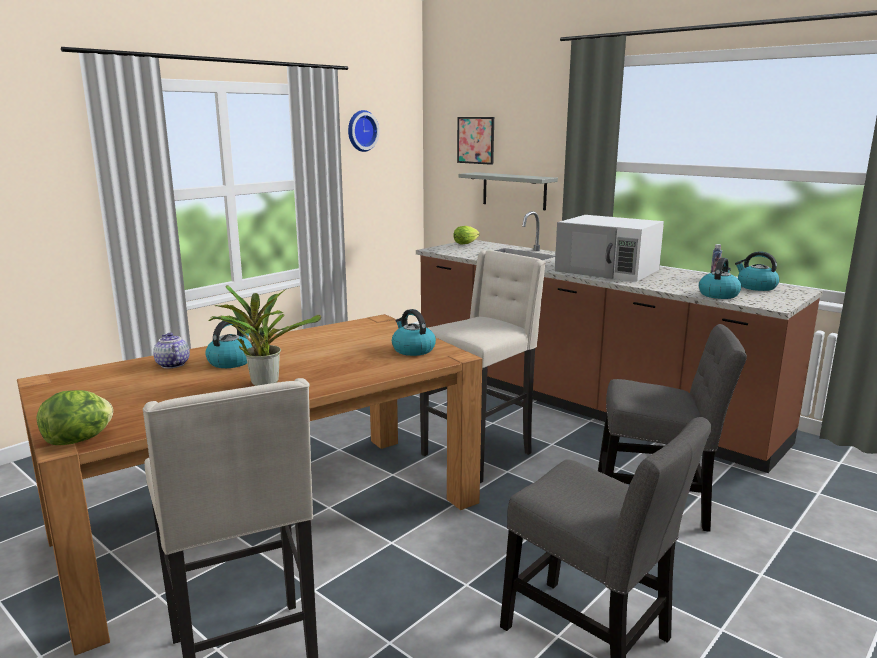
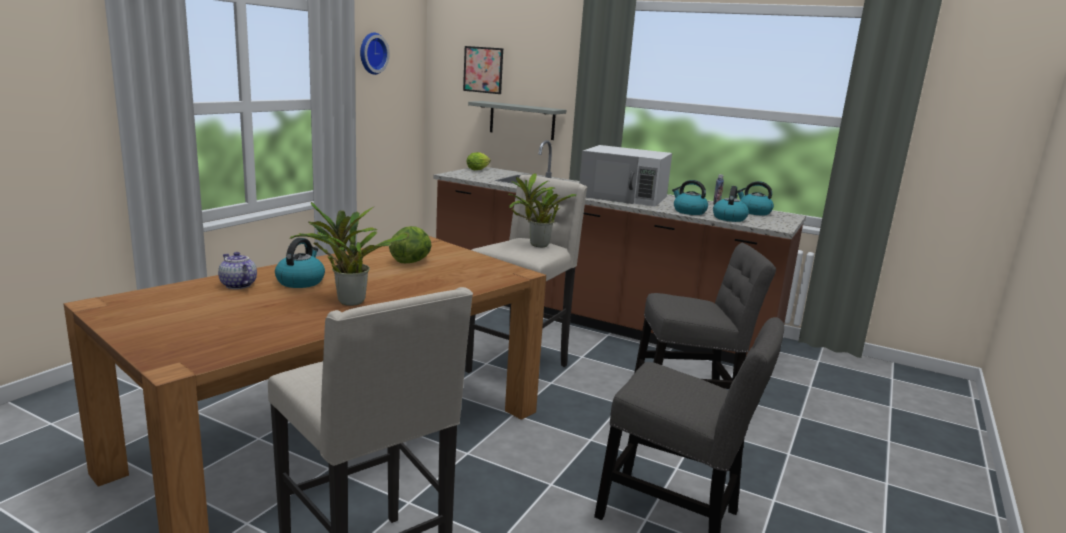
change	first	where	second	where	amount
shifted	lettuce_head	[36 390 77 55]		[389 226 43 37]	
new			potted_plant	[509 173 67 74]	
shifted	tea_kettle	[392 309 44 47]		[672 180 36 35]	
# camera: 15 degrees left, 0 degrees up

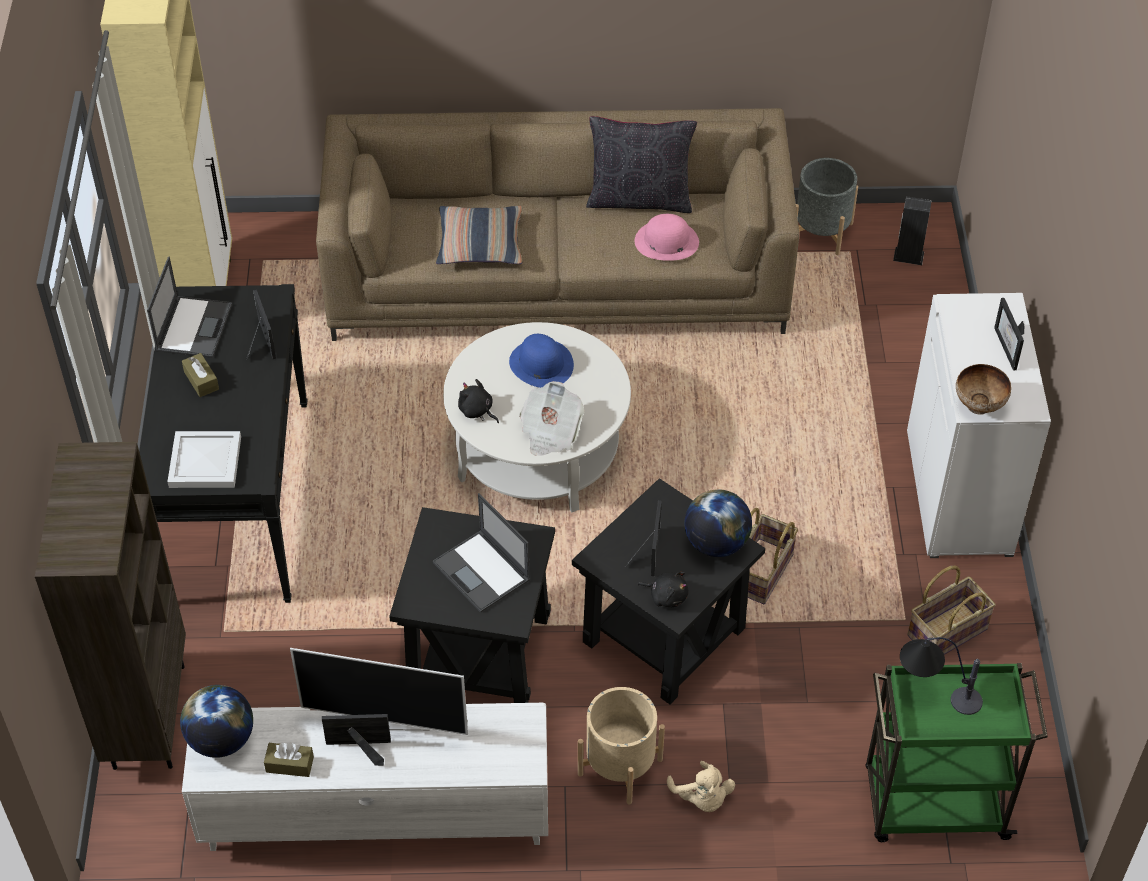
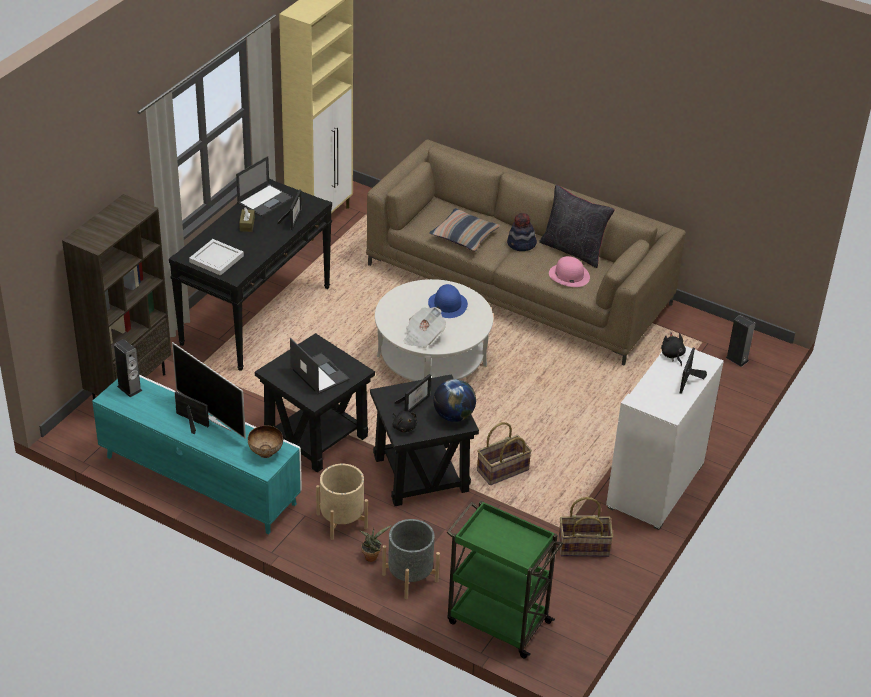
change	first	where	second	where	amount
repainted	white-coloured_media_console	[182 703 366 148]	turquoise-coloured_media_console	[92 375 210 160]	
swapped	desk_globe	[180 685 73 73]	audio_speaker	[114 339 28 58]	
shifted	serving_bowl	[956 364 55 51]		[248 425 35 33]	
rotated	laptop	[433 493 97 120]		[290 338 59 57]	150 degrees clockwise
swapped	beige-coloured_soft_toy	[667 761 68 51]	potted_plant	[359 525 33 37]	
shifted	gray_plant_pot	[796 158 62 97]		[382 519 58 80]	
new			wearable_hat	[507 213 30 38]	
shifted	blackish_soft_toy	[458 379 41 44]		[661 333 25 33]	
gone	brownish_tissue_holder	[264 743 50 34]			
gone	table_lamp	[900 637 83 78]			
# camera: 30 degrees right, 10 degrees down

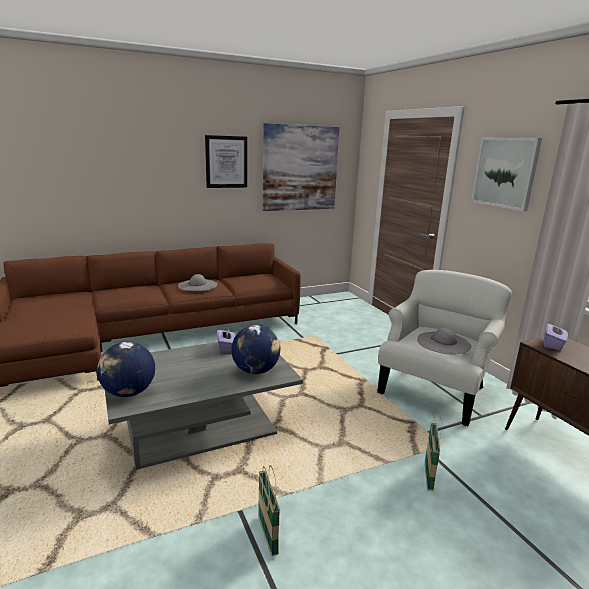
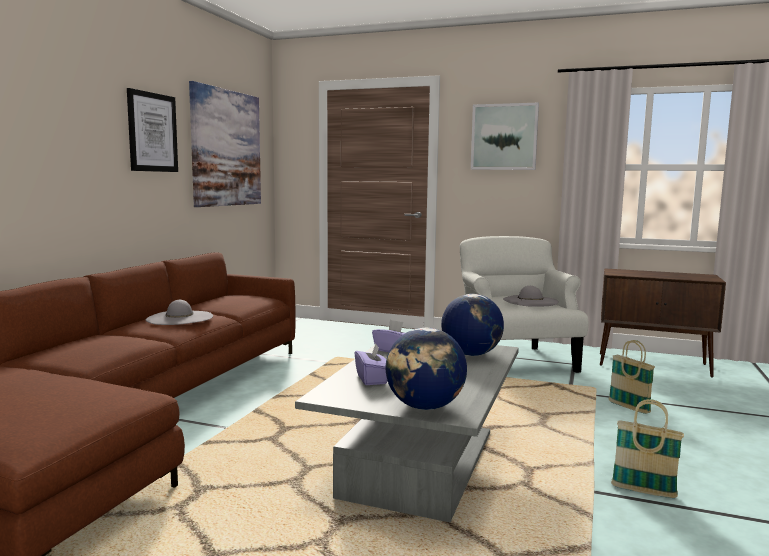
change	first	where	second	where	amount
shifted	purple_tissue_holder	[544 323 24 28]		[355 344 32 41]	
# camera: 45 degrees left, 10 degrees down

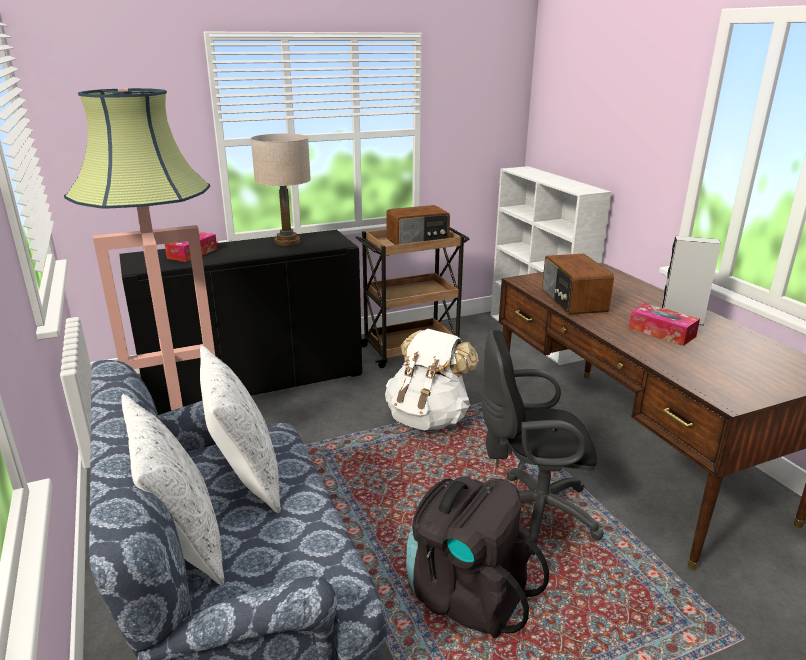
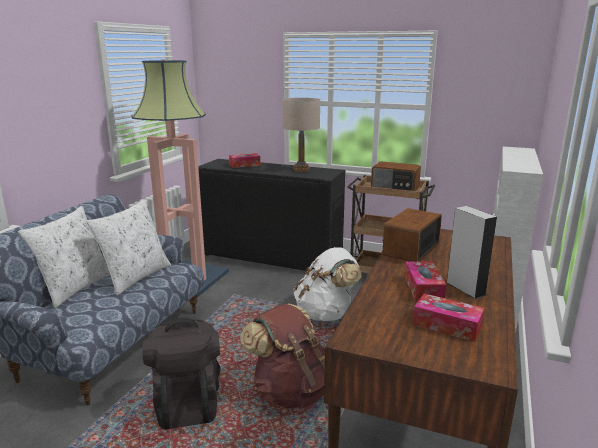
change	first	where	second	where	amount
swapped	blackish_office_chair	[482 330 122 225]	brownish_backpack	[240 304 85 104]	
new			tissue_holder	[413 293 72 49]	
# camera: 45 degrees right, 5 degrees down

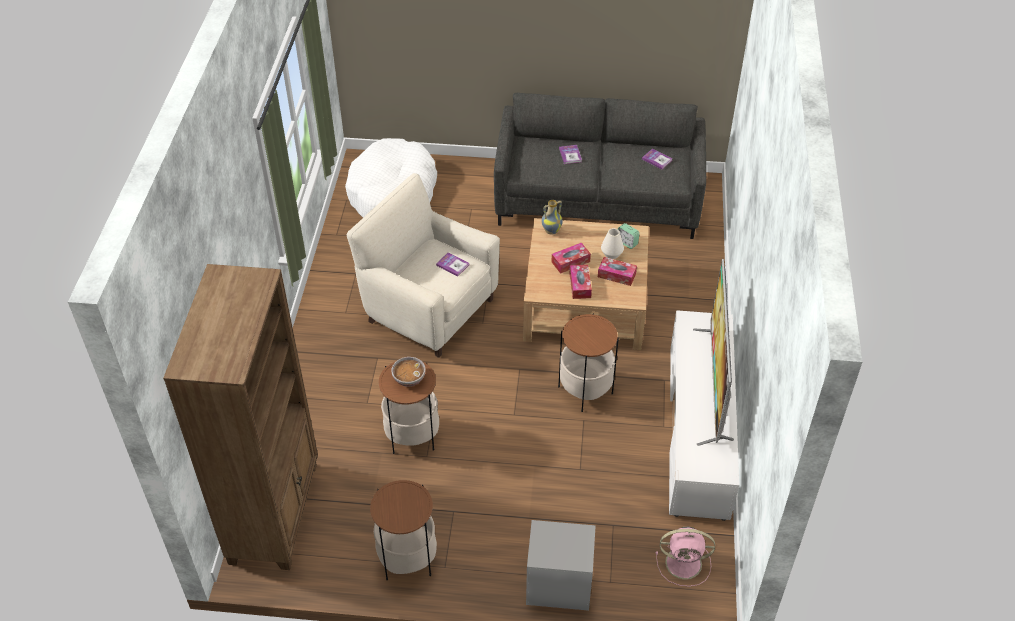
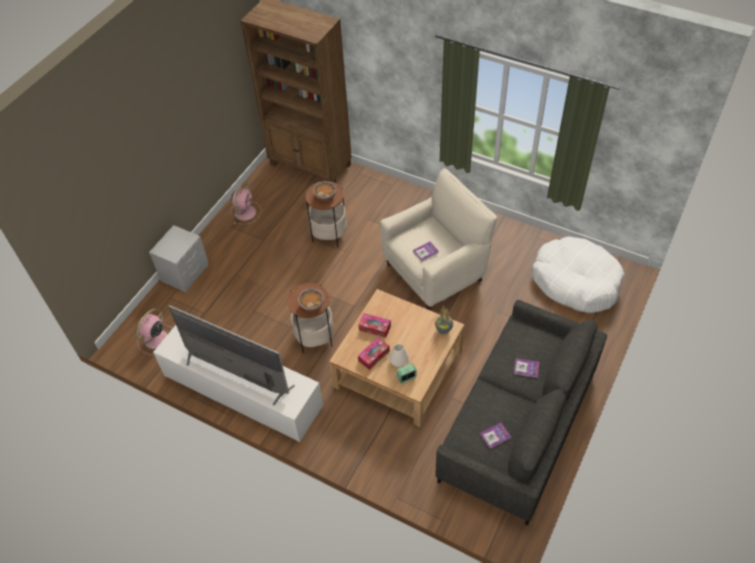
change	first	where	second	where	amount
swapped	side_table	[370 480 67 100]	pinkish_cooling_fan	[231 183 30 41]	
new			serving_bowl	[298 288 26 23]	
gone	tissue_holder	[552 243 39 31]			
# camera: 115 degrees right, 5 degrees up

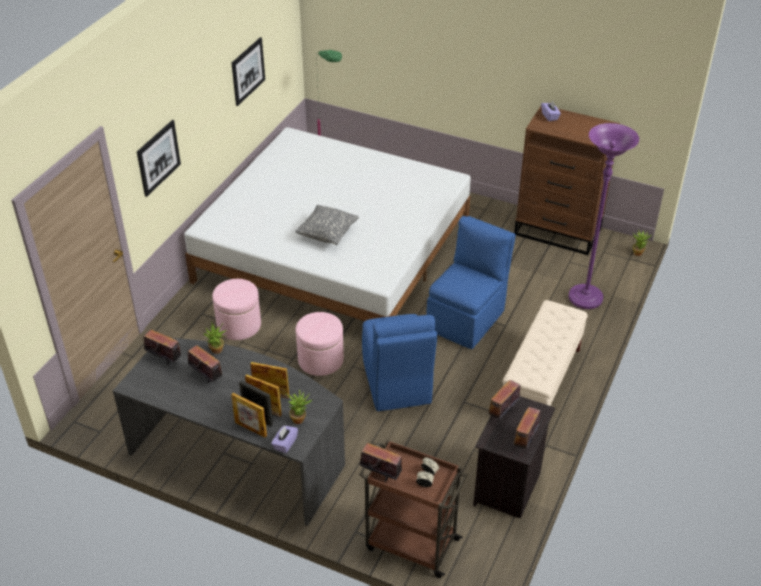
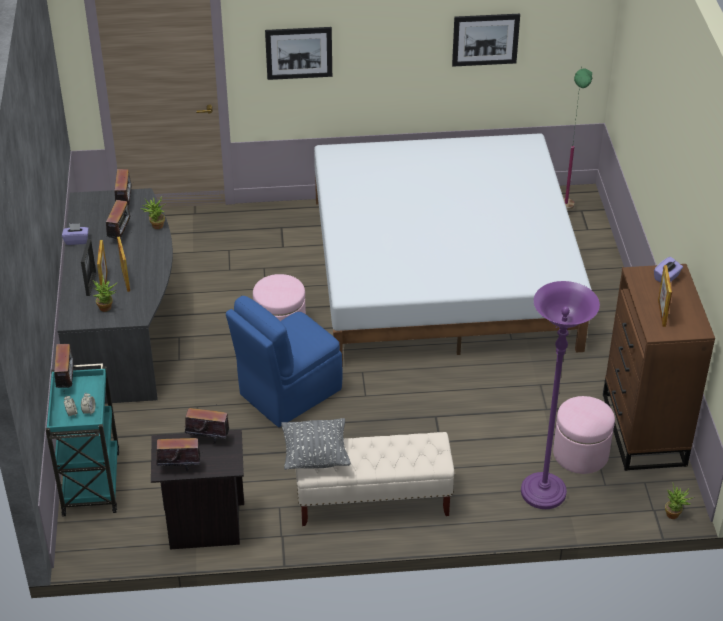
change	first	where	second	where	amount
repainted	brownish_cart	[359 440 109 138]	turquoise-coloured_cart	[46 363 73 153]	
shifted	purple_tissue_holder	[271 425 27 28]		[62 224 27 21]	
shifted	gray_throw_pillow	[295 205 64 40]		[281 418 70 52]	
shifted	pinkish_ottoman	[212 279 49 61]		[553 396 62 78]	
shifted	standing_frame	[231 393 36 45]		[658 265 14 62]	
gone	blue_upright_chair	[426 216 90 133]			
# camera: 60 degrees right, 0 degrees up

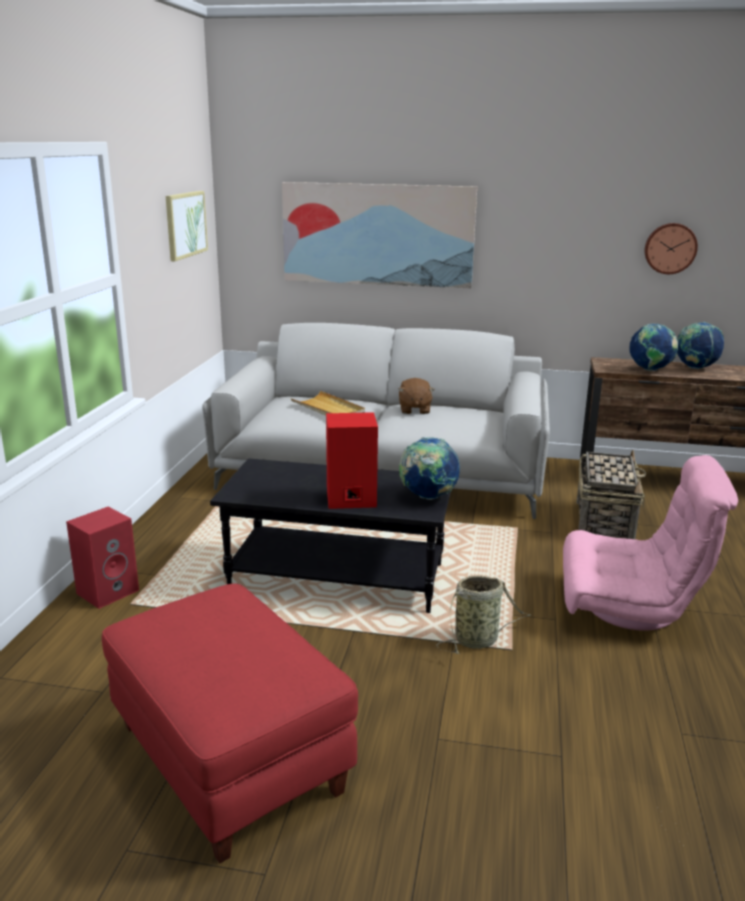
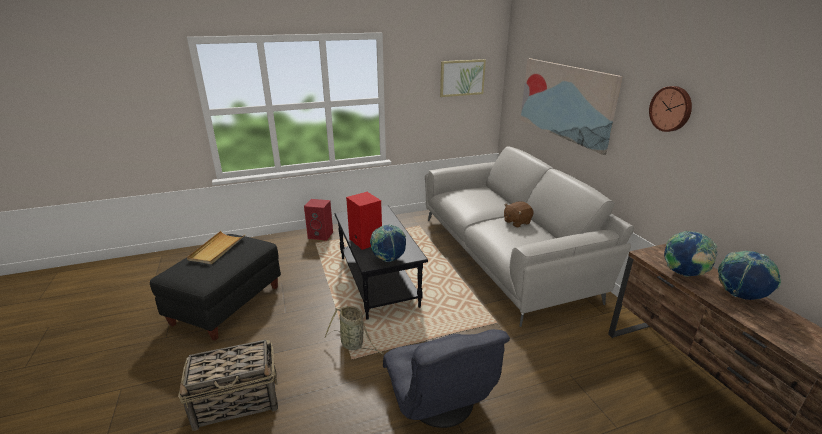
change	first	where	second	where	amount
repainted	red-coloured_ottoman	[102 583 256 281]	blackish_ottoman	[150 234 131 107]	
shifted	storage_basket	[576 450 71 89]		[178 340 100 91]	
shifted	beige-coloured_tray	[291 391 74 25]		[187 231 58 33]	
repainted	pinkish_lounge_chair	[563 455 175 176]	gray_lounge_chair	[383 329 127 99]	
shifted	hanging_clock	[645 223 53 51]		[649 86 43 46]	
# camera: 60 degrees right, 5 degrees up

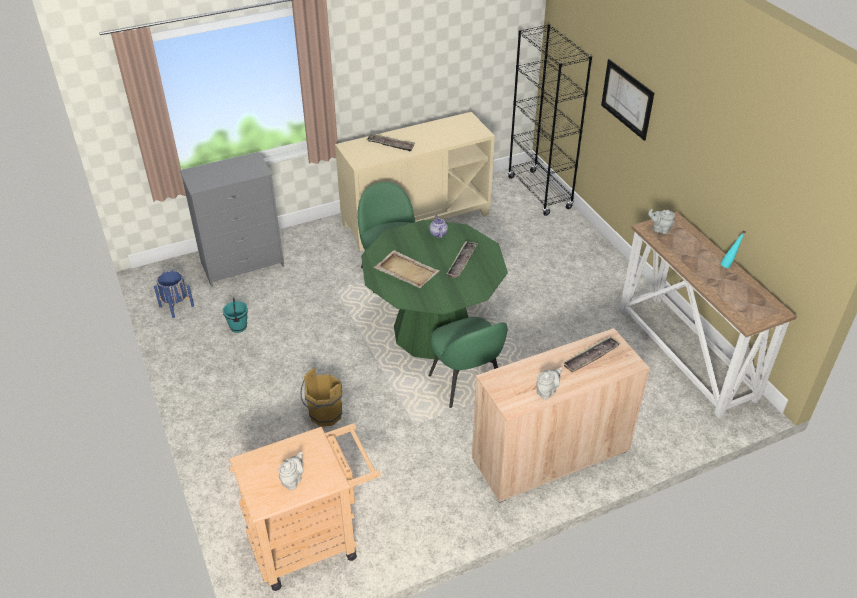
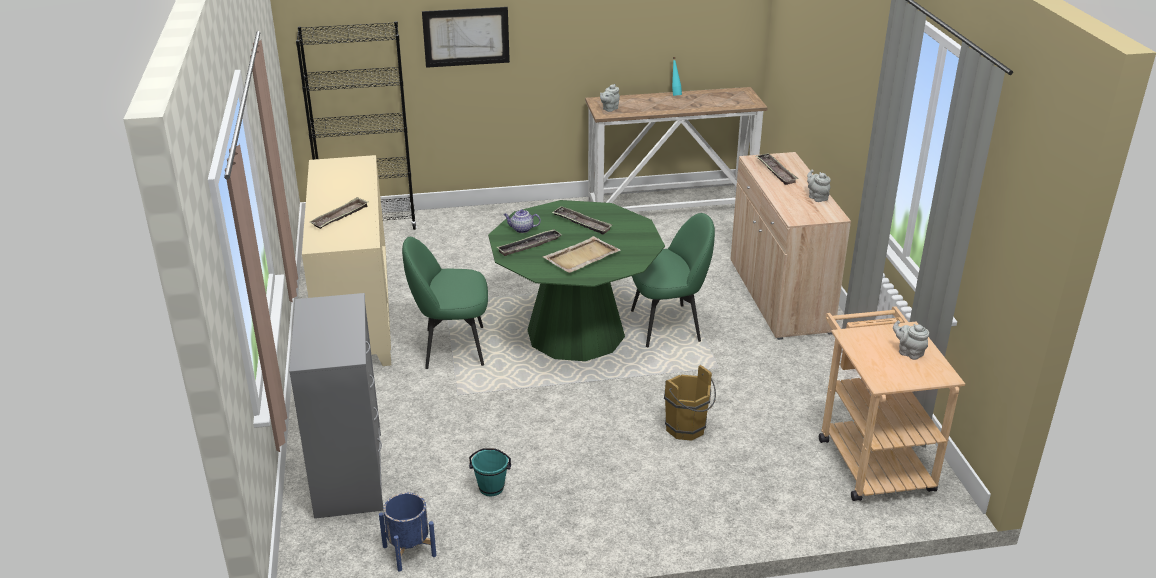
change	first	where	second	where	amount
new			tray	[497 230 65 26]	
# camera: 75 degrees left, 10 degrees down

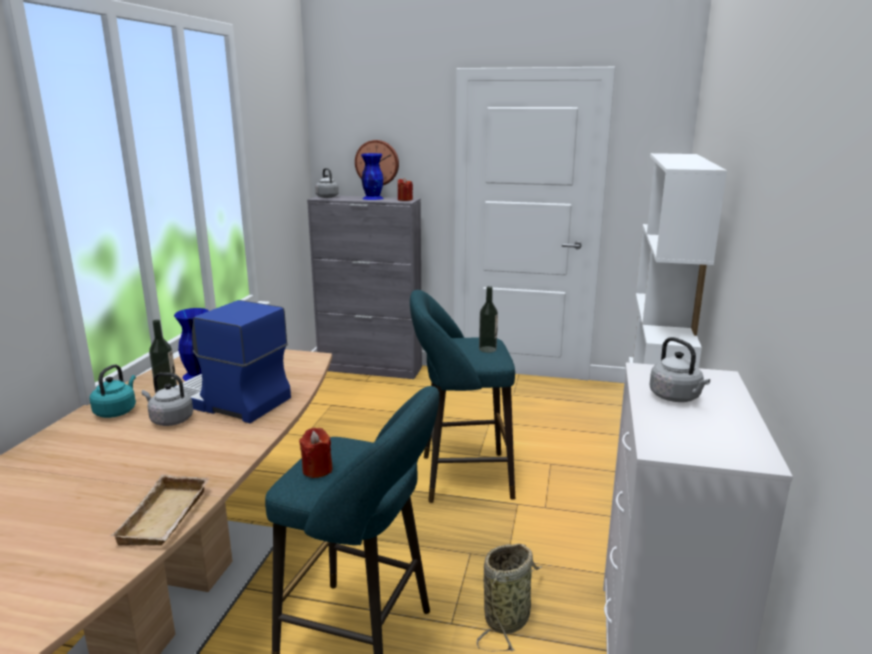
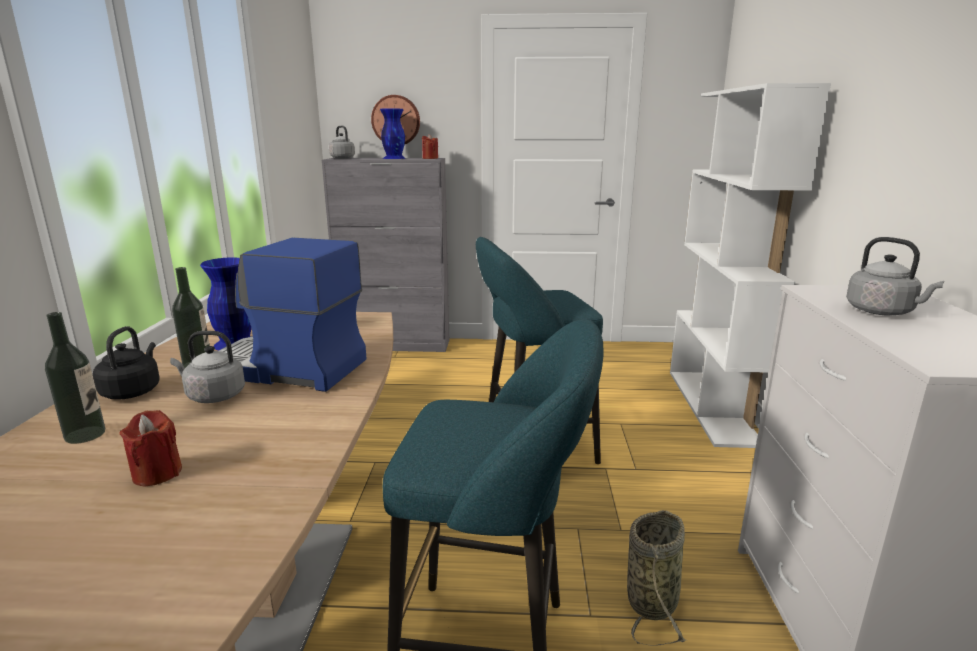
change	first	where	second	where	amount
shifted	drink_bottle	[479 286 19 67]		[45 312 60 132]	
repainted	turquoise-coloured_tea_kettle	[90 364 46 54]	blackish_tea_kettle	[93 326 67 74]	
shifted	red-coloured_wax_candle	[299 428 34 50]		[120 410 62 77]	
gone	beige-coloured_tray	[111 474 98 72]			
# camera: 10 degrees left, 0 degrees up

